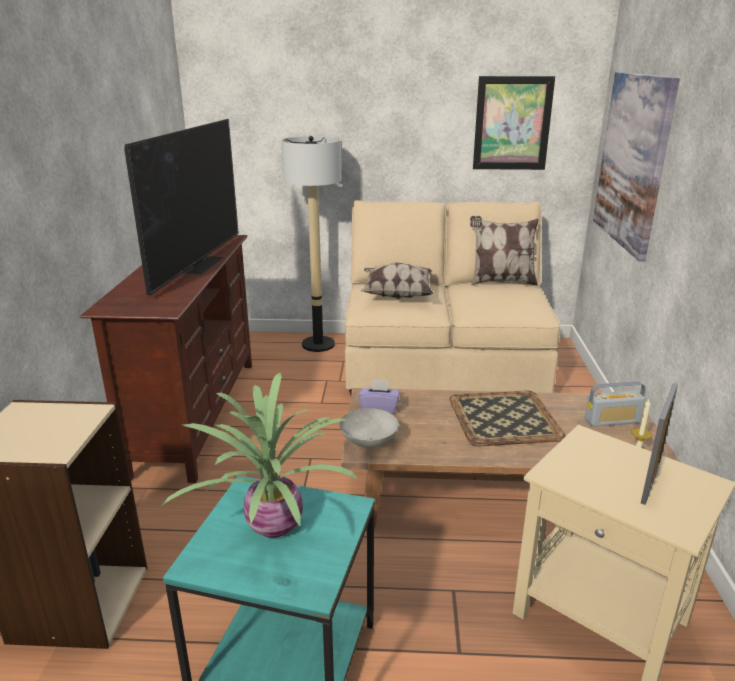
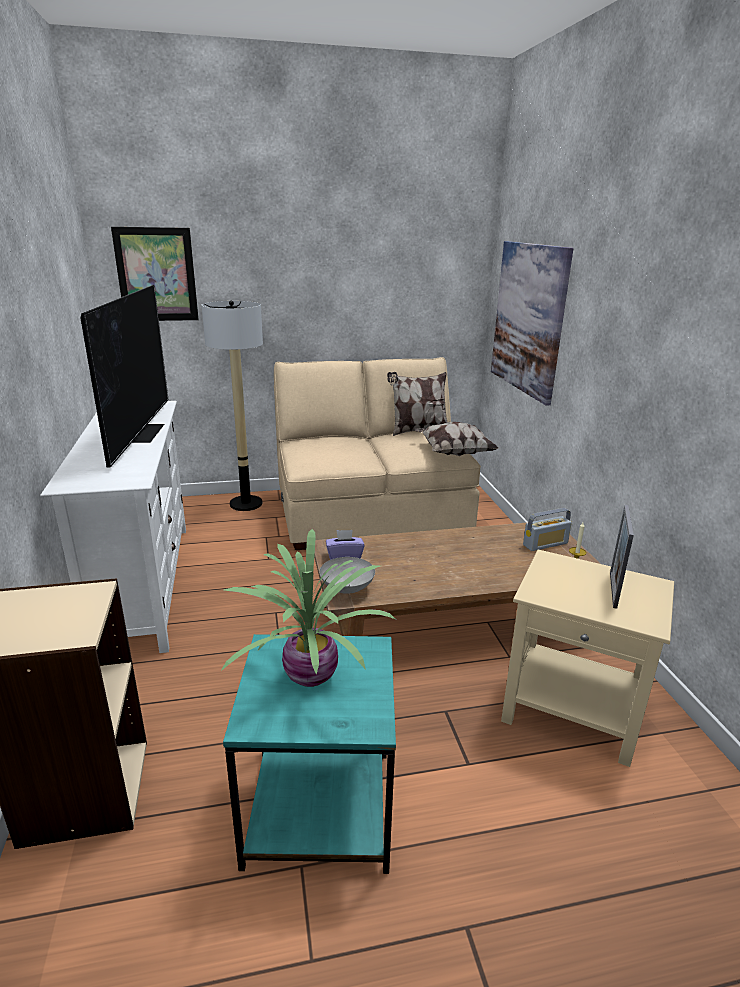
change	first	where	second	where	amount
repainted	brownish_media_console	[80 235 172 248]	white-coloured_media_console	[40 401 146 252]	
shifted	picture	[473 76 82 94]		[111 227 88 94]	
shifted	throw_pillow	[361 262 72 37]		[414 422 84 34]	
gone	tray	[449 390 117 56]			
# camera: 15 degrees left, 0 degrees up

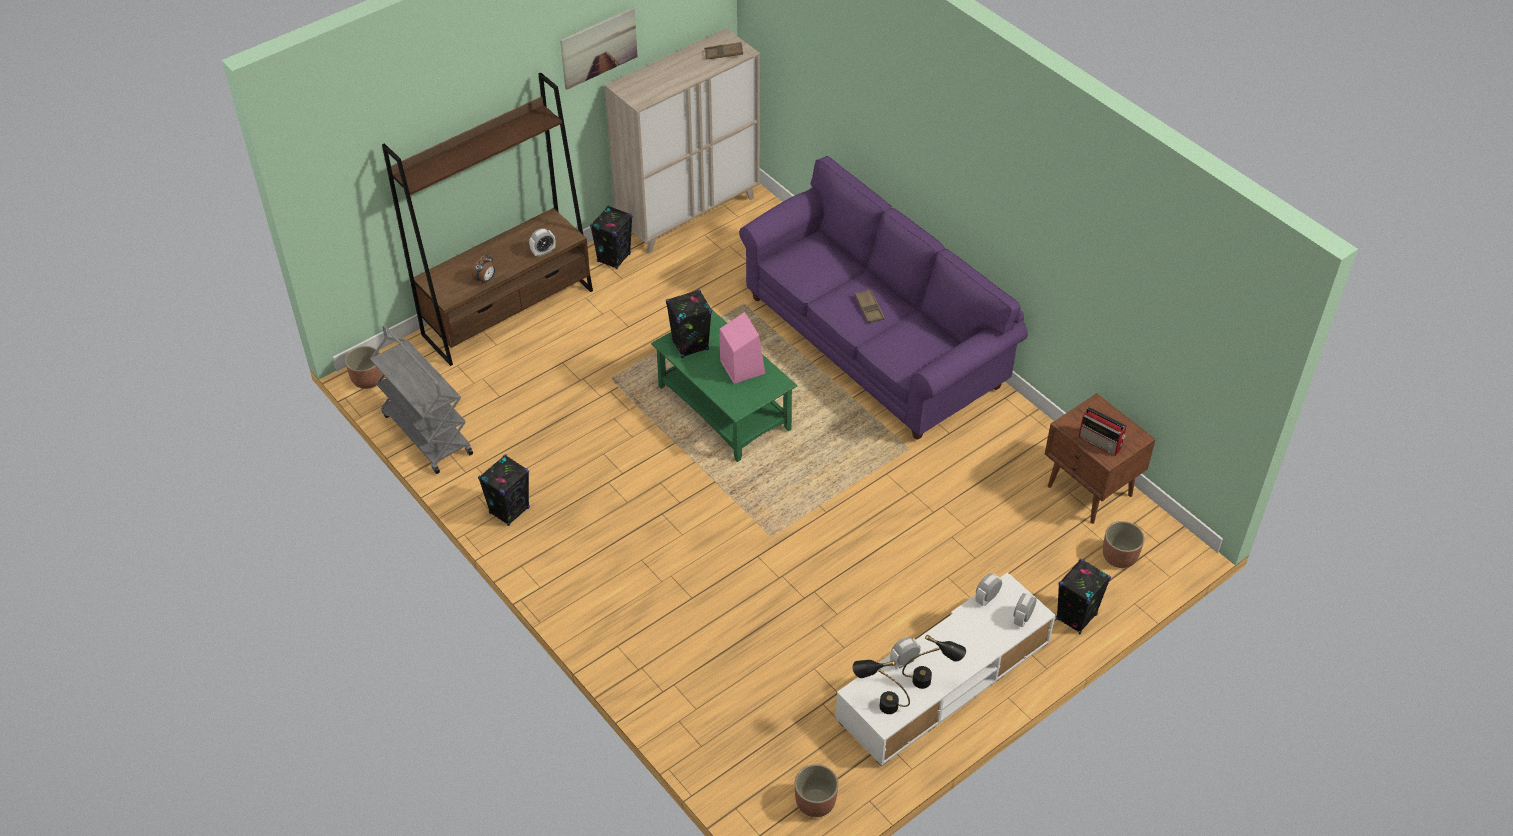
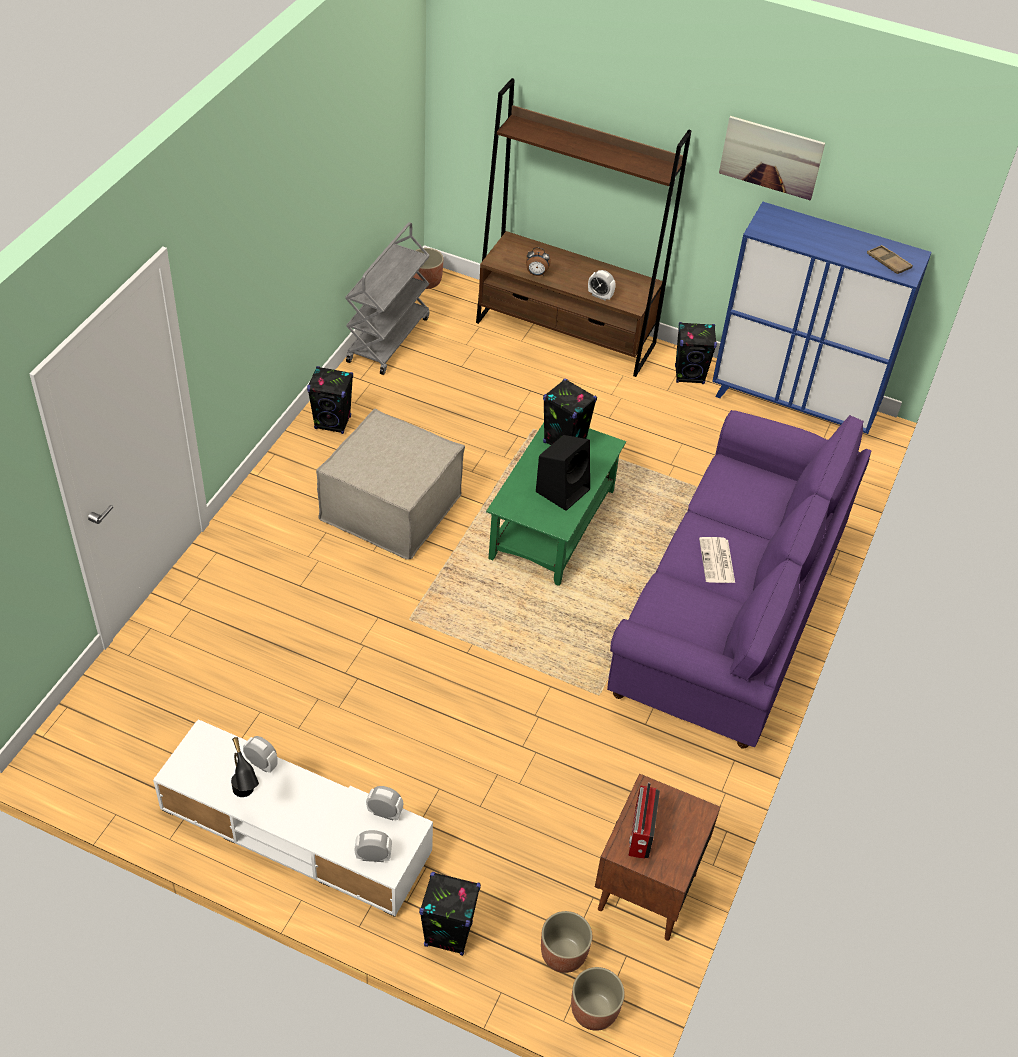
change	first	where	second	where	amount
new			beige-coloured_ottoman	[316 409 149 151]	
repainted	pinkish_audio_speaker	[719 312 46 72]	blackish_audio_speaker	[536 435 54 76]	
shifted	plant_pot	[795 764 43 53]		[571 967 54 64]	
swapped	brownish_tray	[855 289 30 34]	newspaper	[699 537 36 46]	
repainted	beige-coloured_cabinet	[605 28 155 226]	blue_cabinet	[712 202 220 232]	
gone	blackish_table_lamp	[852 660 58 54]			
# camera: 60 degrees right, 0 degrees up

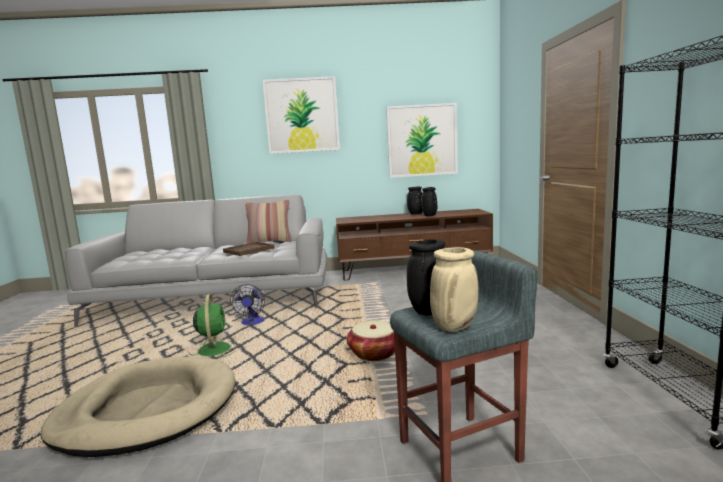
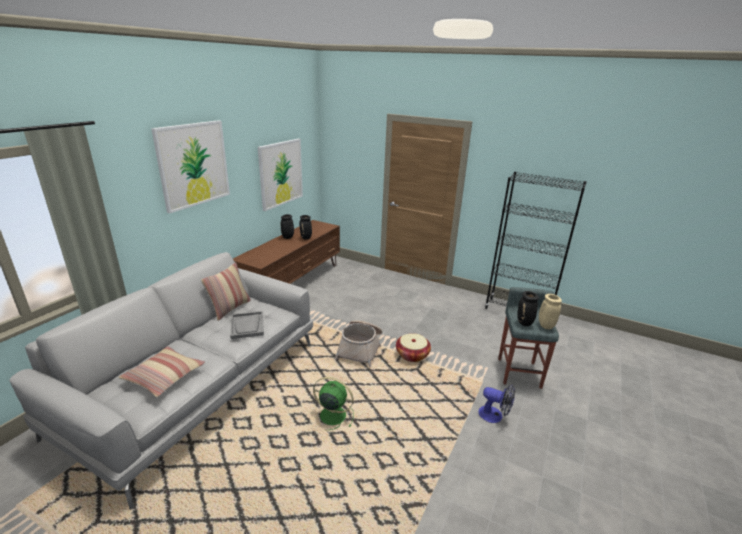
change	first	where	second	where	amount
new			throw_pillow	[119 346 86 52]	
repainted	brownish_tray	[223 242 51 14]	gray_tray	[230 311 34 28]	
new			storage_basket	[335 321 47 47]	
shifted	cooling_fan	[230 284 35 41]		[478 384 37 39]	
gone	beige-coloured_dog_bed	[40 357 196 100]			
# camera: 60 degrees left, 15 degrees up

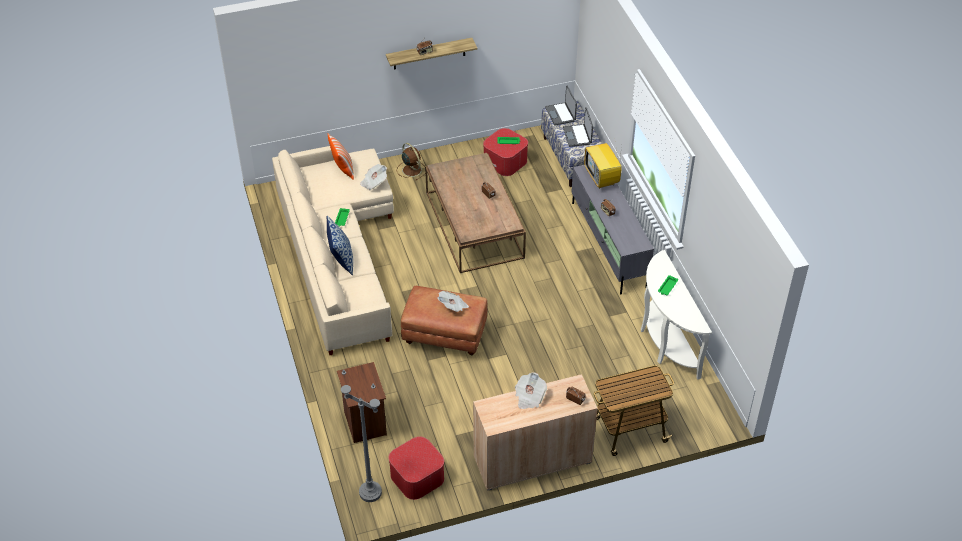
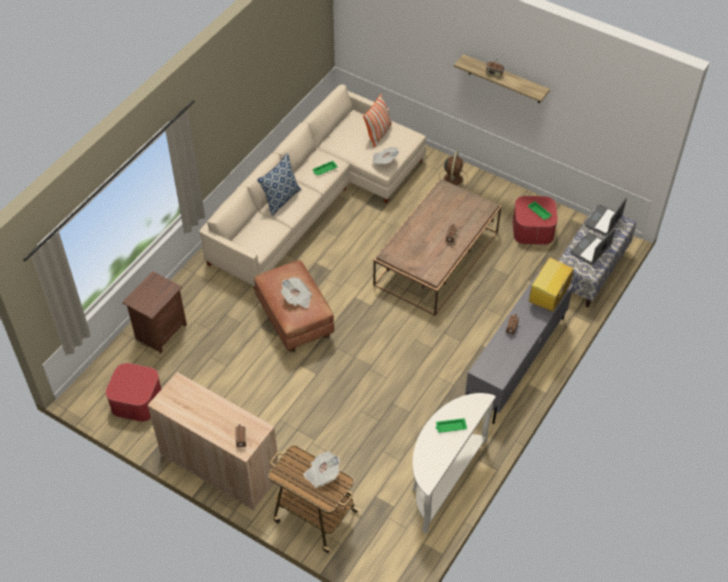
change	first	where	second	where	amount
shifted	newspaper	[515 372 32 37]		[304 451 36 37]	
gone	gray_standing_lamp	[341 370 41 132]			
# camera: 50 degrees right, 5 degrees up

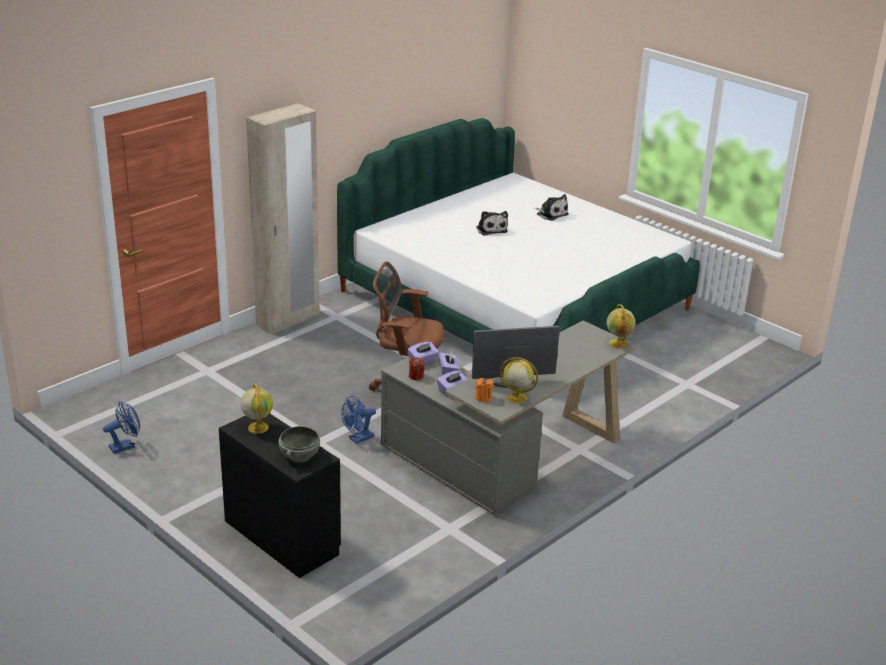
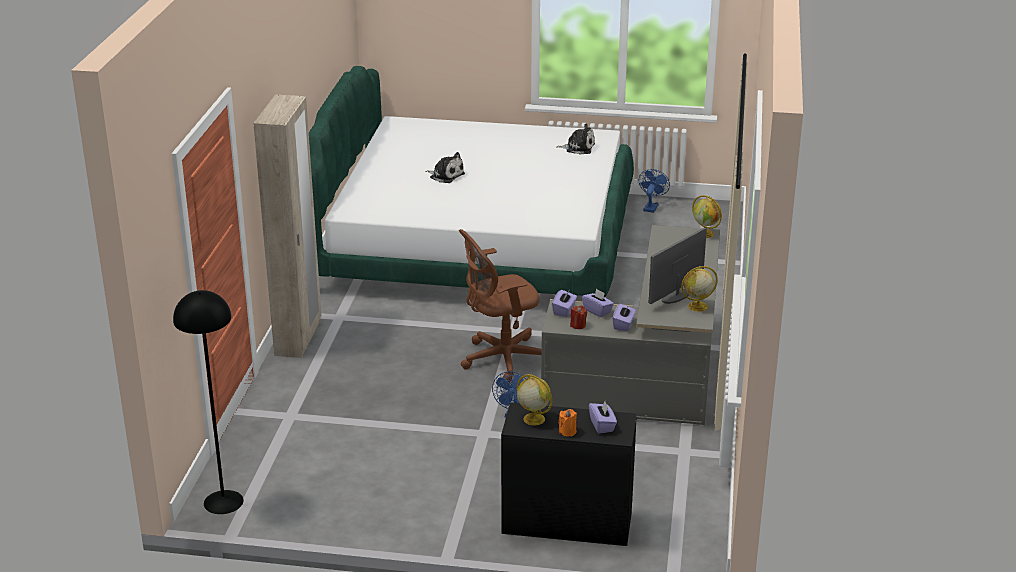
change	first	where	second	where	amount
new			blackish_standing_lamp	[173 290 71 224]	
shifted	soft_toy	[534 194 35 27]		[556 124 39 31]	
shifted	orange_wax_candle	[475 378 18 24]		[559 409 18 27]	
swapped	gray_serving_bowl	[278 426 42 36]	purple_tissue_holder	[589 402 28 31]	
shifted	blue_cooling_fan	[103 401 37 52]		[638 169 32 44]	
# camera: 35 degrees left, 0 degrees up

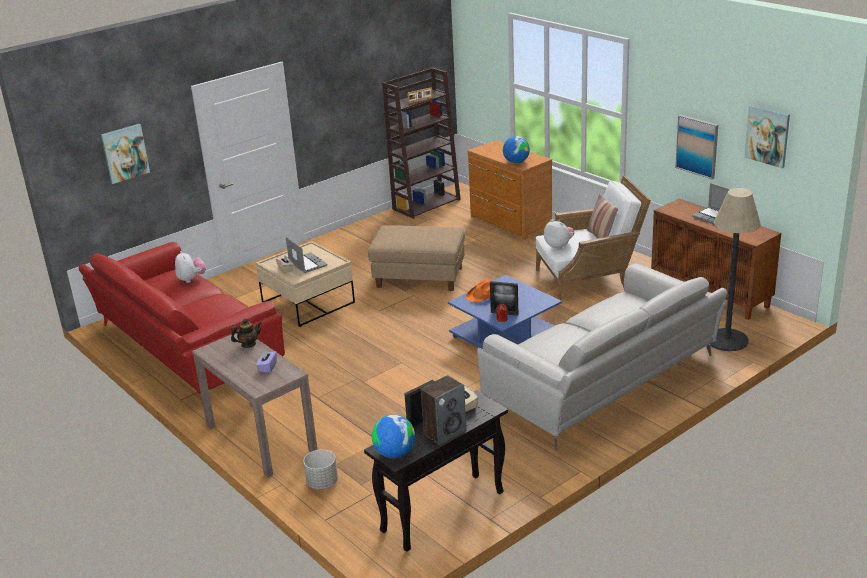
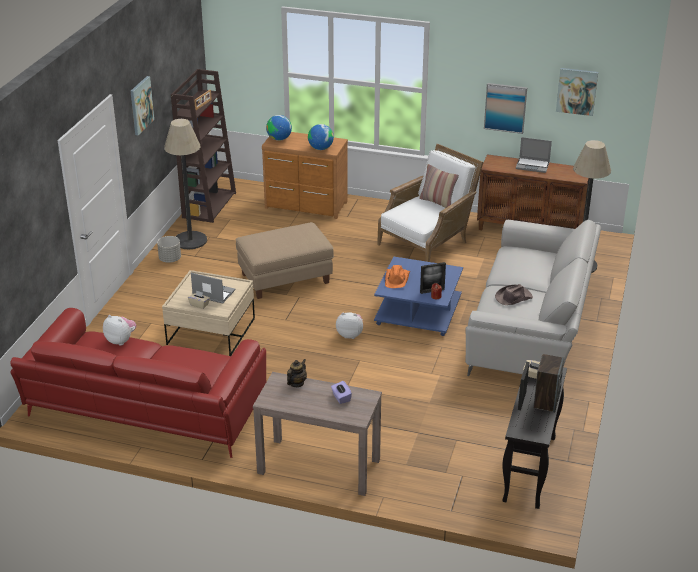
change	first	where	second	where	amount
shifted	picture	[101 124 49 60]		[130 76 24 59]	
shifted	gray_plant_pot	[303 449 35 40]		[157 236 24 27]	
new			standing_lamp	[164 119 43 130]	
shifted	desk_globe	[372 415 43 43]		[266 115 26 26]	
shifted	soft_toy	[544 219 30 31]		[336 312 27 27]	
new			brownish_wearable_hat	[495 284 38 21]	
# camera: 35 degrees left, 5 degrees up

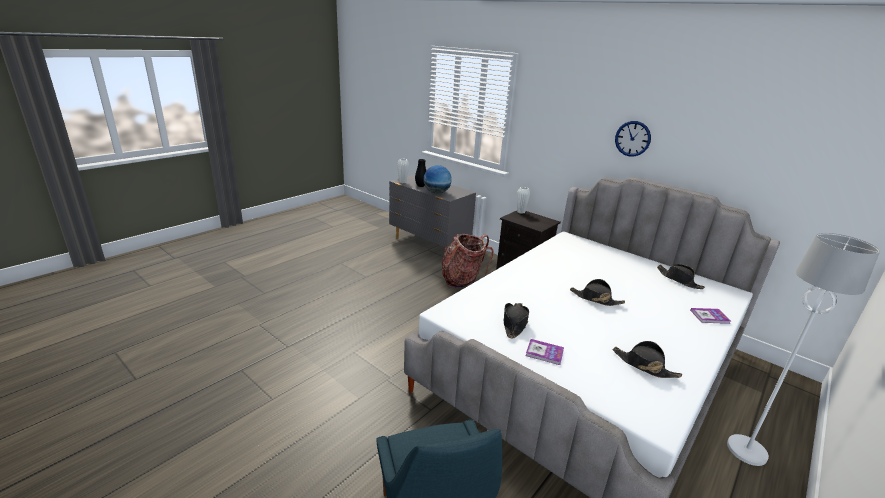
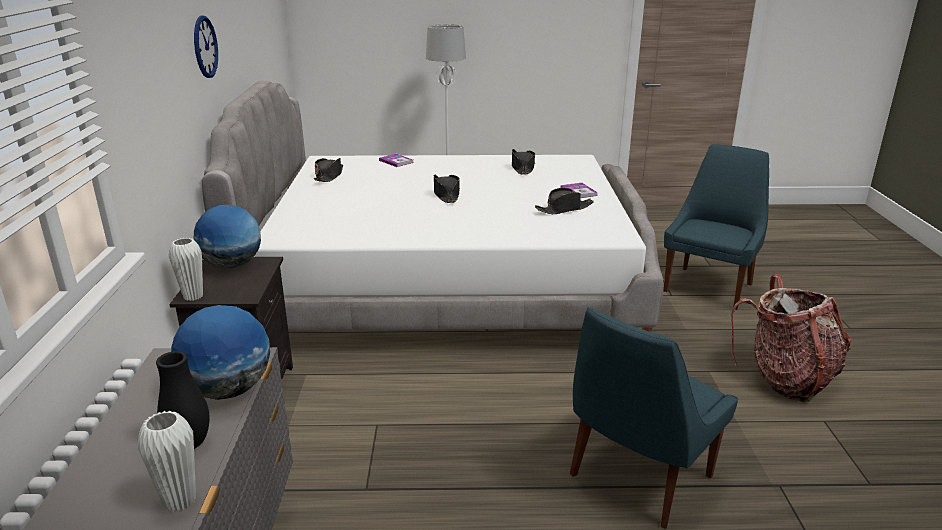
change	first	where	second	where	amount
new			desk_globe	[194 205 67 64]	
new			blue_upright_chair	[570 307 168 222]	
shifted	backpack	[442 234 51 54]		[731 274 121 128]	
# camera: 130 degrees left, 0 degrees up

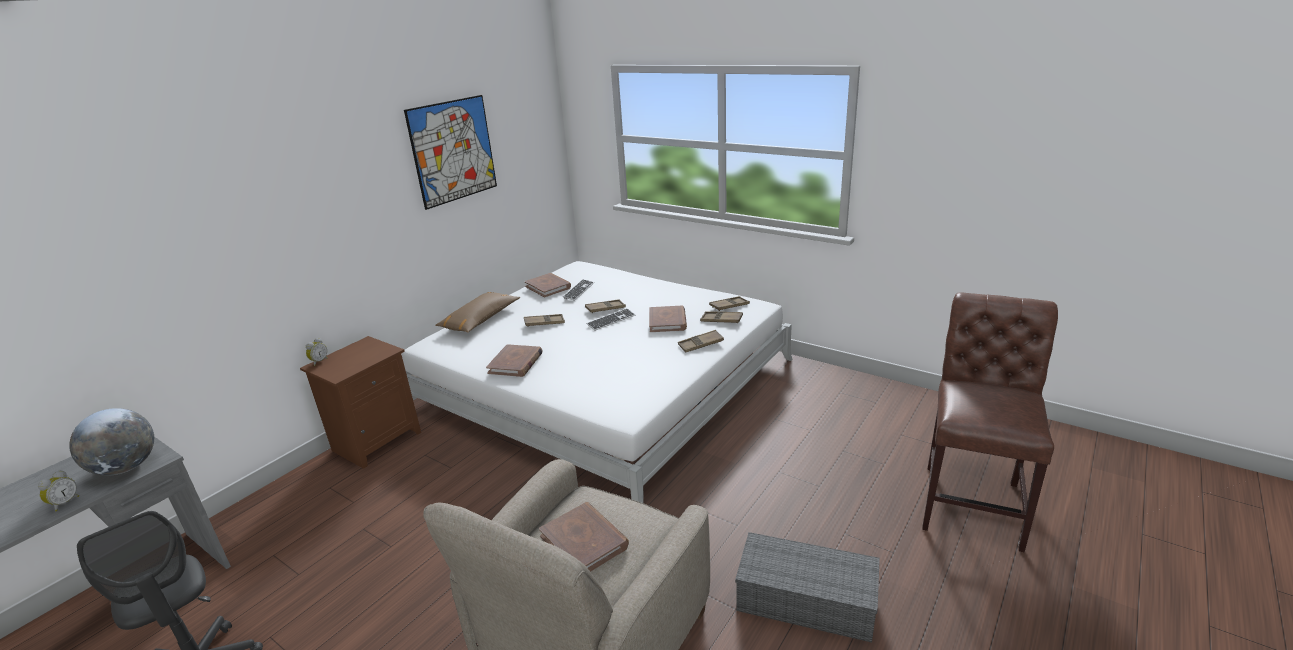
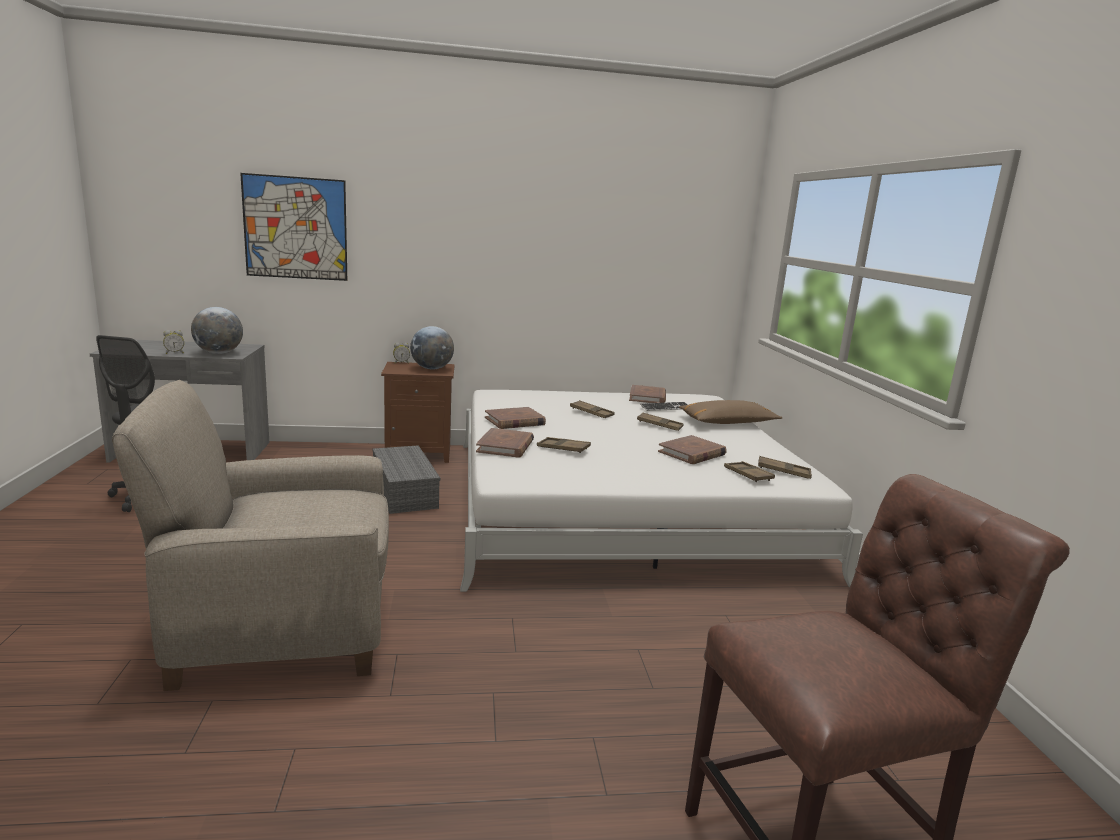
change	first	where	second	where	amount
shifted	picture	[404 95 93 115]		[240 173 107 108]	
shifted	gray_storage_container	[735 532 145 110]		[372 445 68 69]	
new			desk_globe	[410 326 44 44]	
shifted	brownish_bound_book	[539 502 90 70]		[476 428 58 30]	
shifted	brownish_tray	[678 330 46 23]		[537 437 54 16]	
shifted	brownish_throw_pillow	[435 292 85 41]		[679 400 104 24]	
gone	computer_keyboard	[587 308 48 23]			
# camera: 45 degrees right, 10 degrees down

